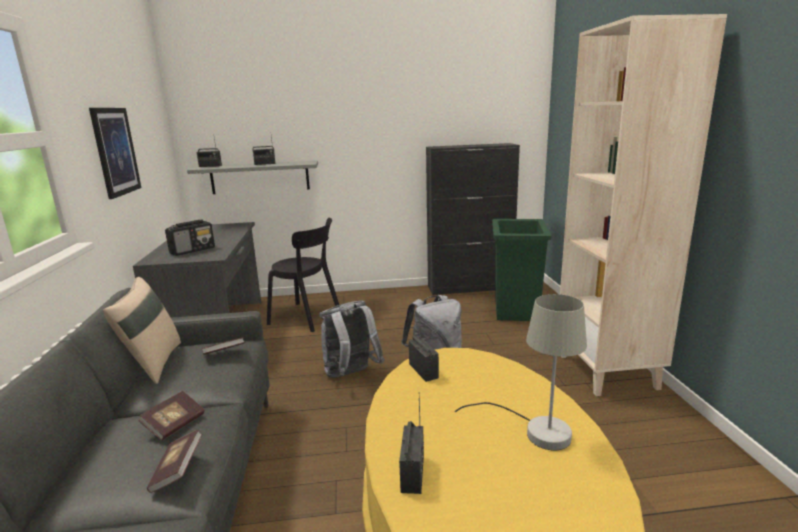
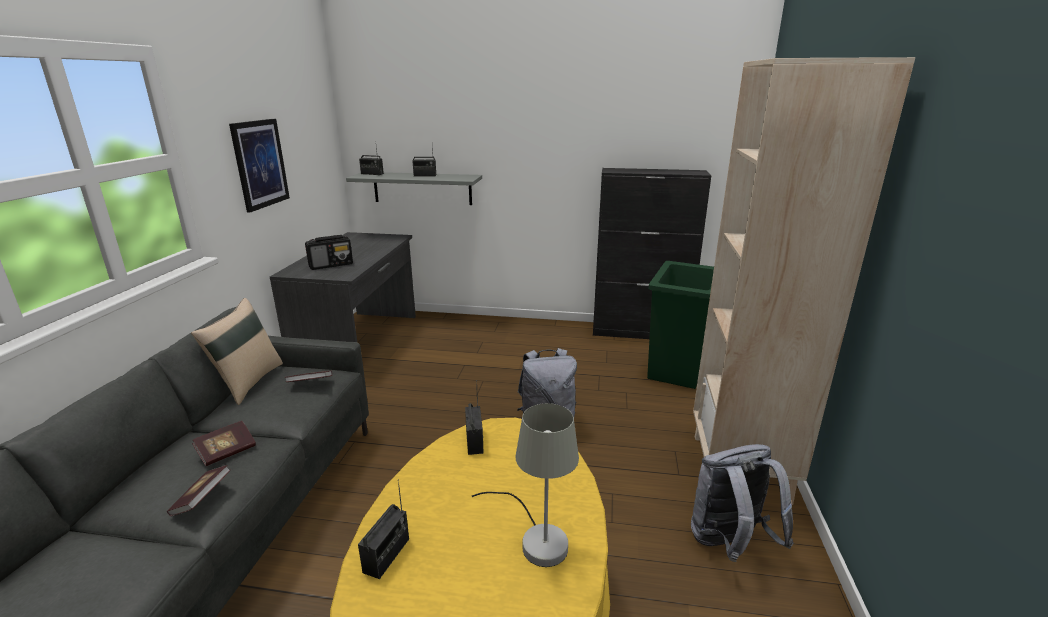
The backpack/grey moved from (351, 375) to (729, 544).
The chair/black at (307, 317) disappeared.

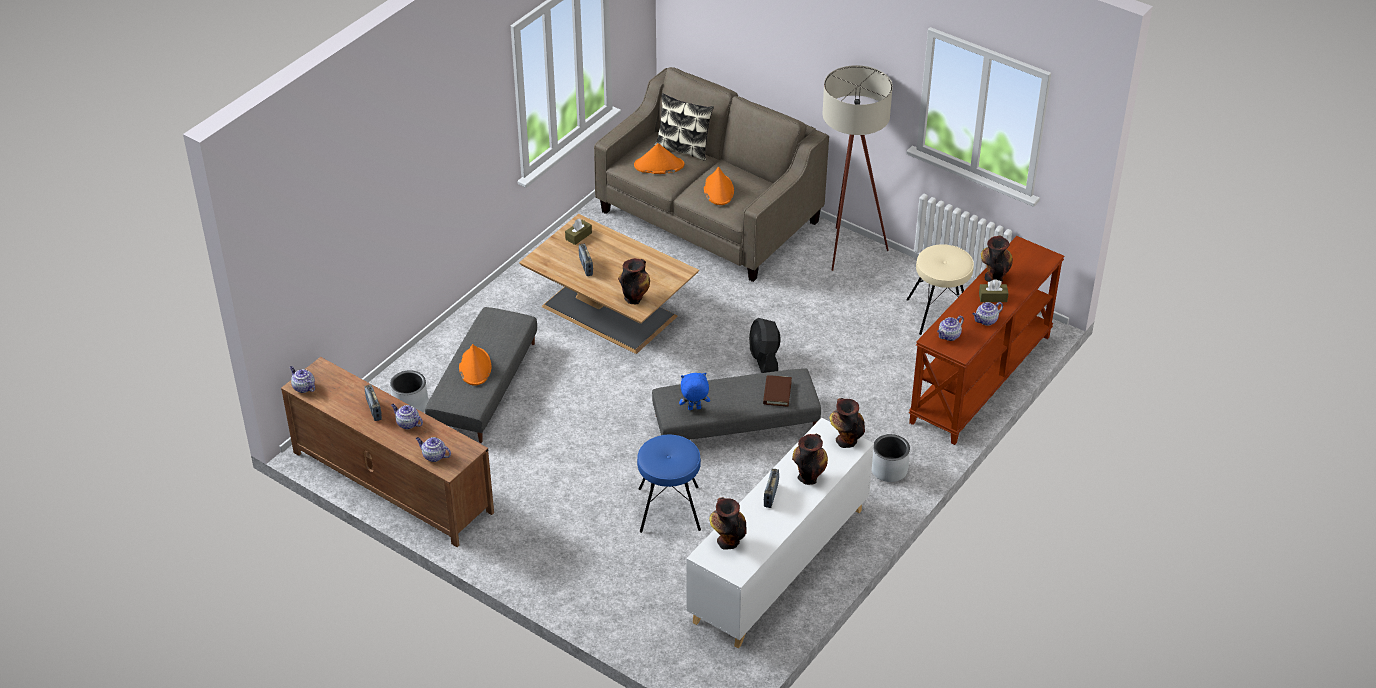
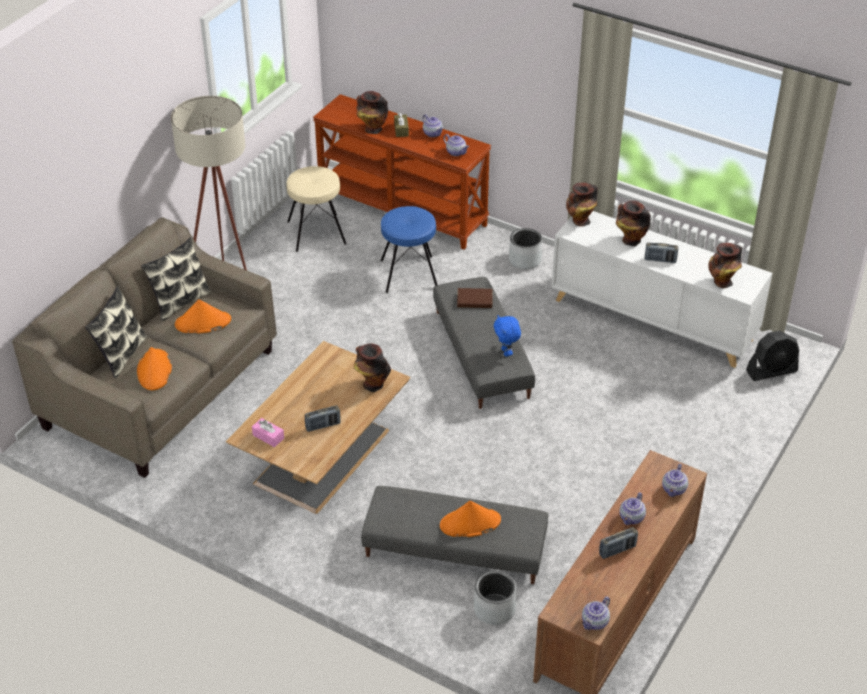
The pillow at (180, 302) appeared.
The tissue box/brown at (578, 236) became the tissue box/pink at (268, 436).
The stool/blue moved from (669, 508) to (408, 274).
The fan/black moved from (764, 359) to (772, 371).

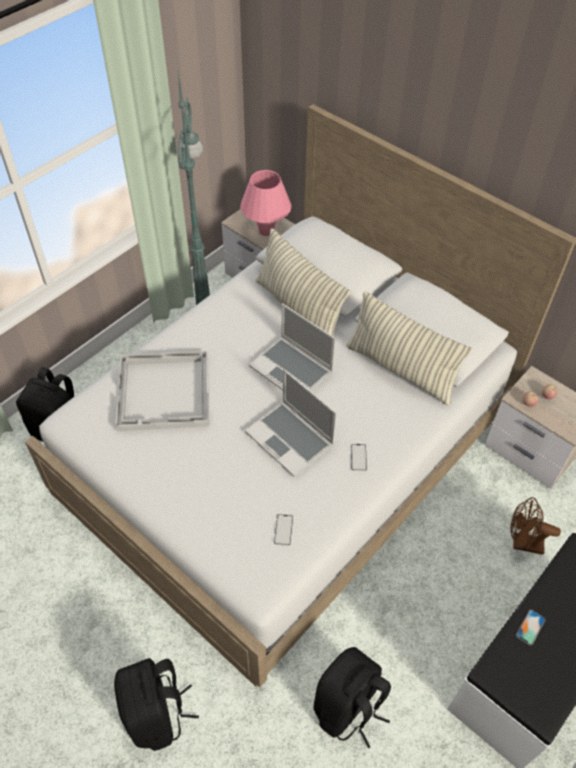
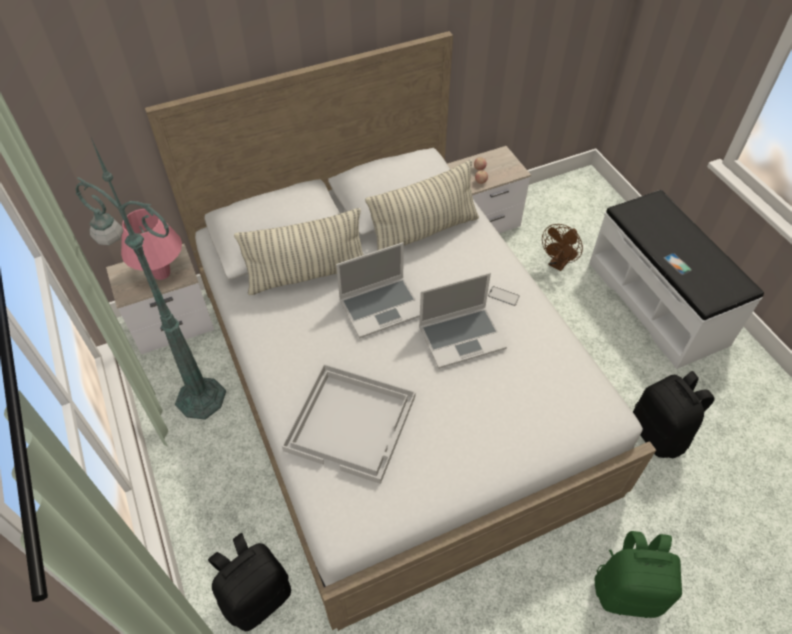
The backpack/black at (157, 714) became the backpack/green at (628, 590).
The phone at (283, 530) disappeared.

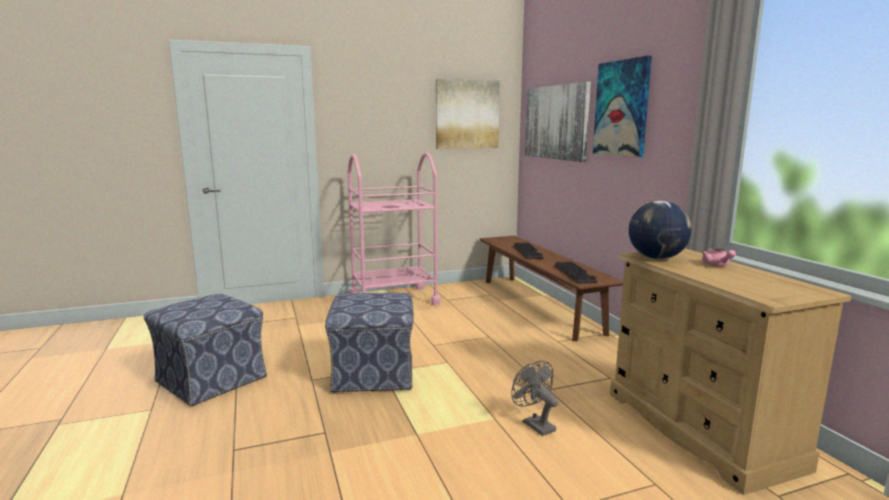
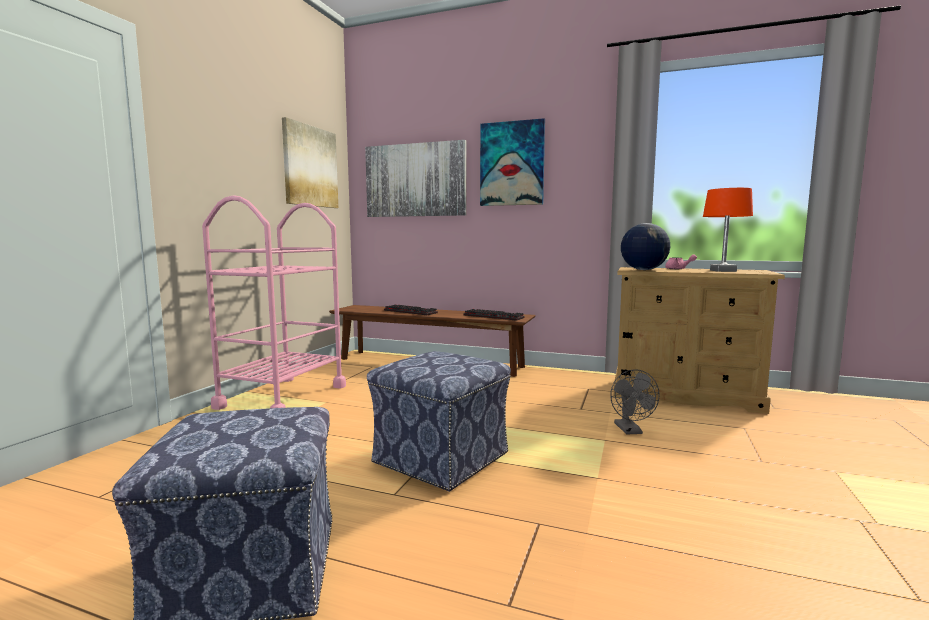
The fan/grey at (534, 424) turned 105 degrees counterclockwise.
The table lamp/orange at (723, 271) appeared.

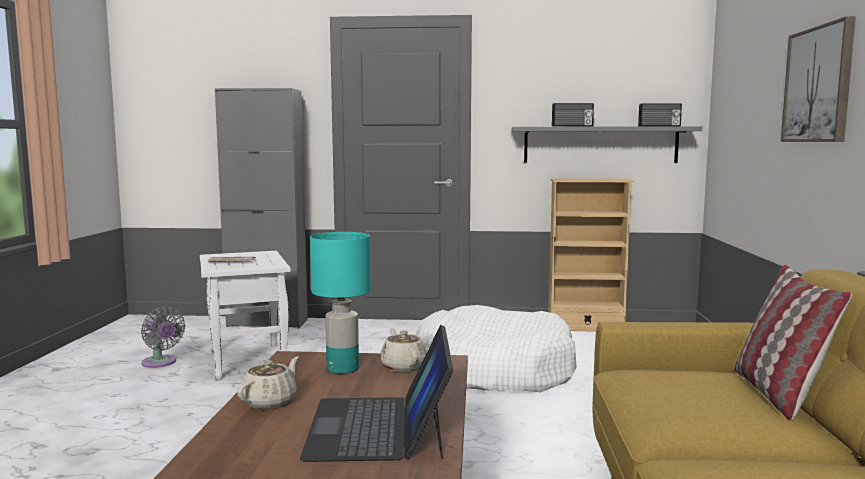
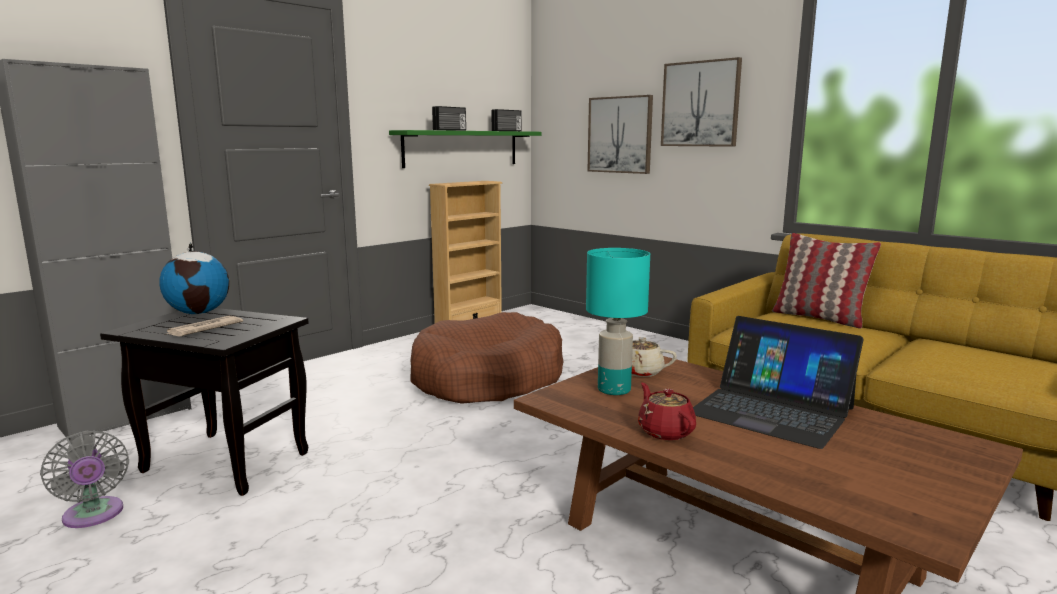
The fan/grey at (161, 363) turned 60 degrees clockwise.
The side table/white at (246, 361) became the side table/black at (222, 463).
The globe at (199, 312) appeared.
The shelf/grey at (600, 144) became the shelf/green at (462, 148).
The dog bed/white at (493, 370) became the dog bed/brown at (487, 379).
The picture at (620, 135) appeared.
The teapot/beige at (270, 401) became the teapot/red at (665, 431).

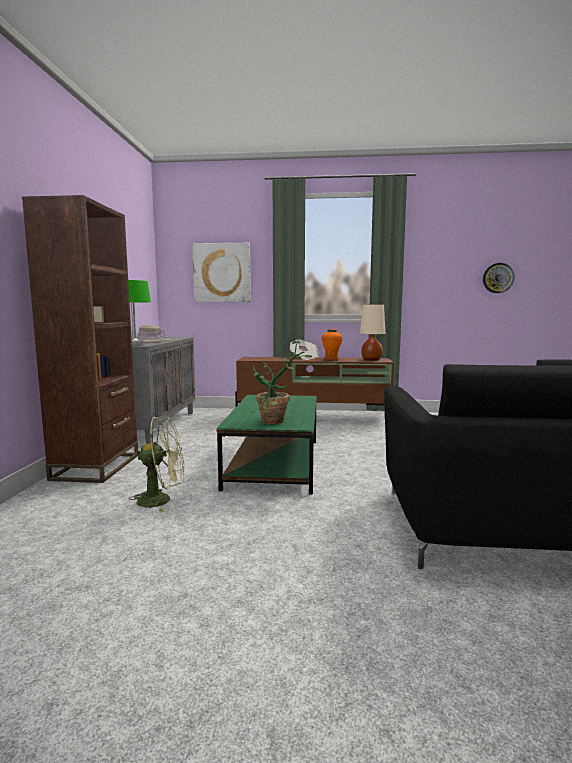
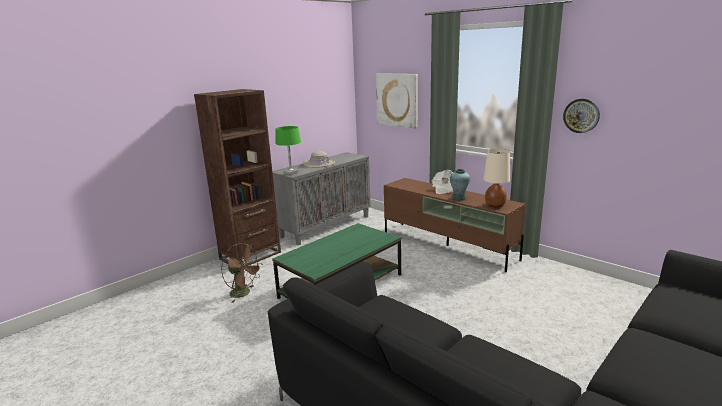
The fan/green at (162, 500) became the fan/brown at (244, 293).
The vase/orange at (331, 360) became the vase/turquoise at (458, 198).
The wall clock moved from (498, 278) to (581, 115).
The potted plant at (277, 422) disappeared.

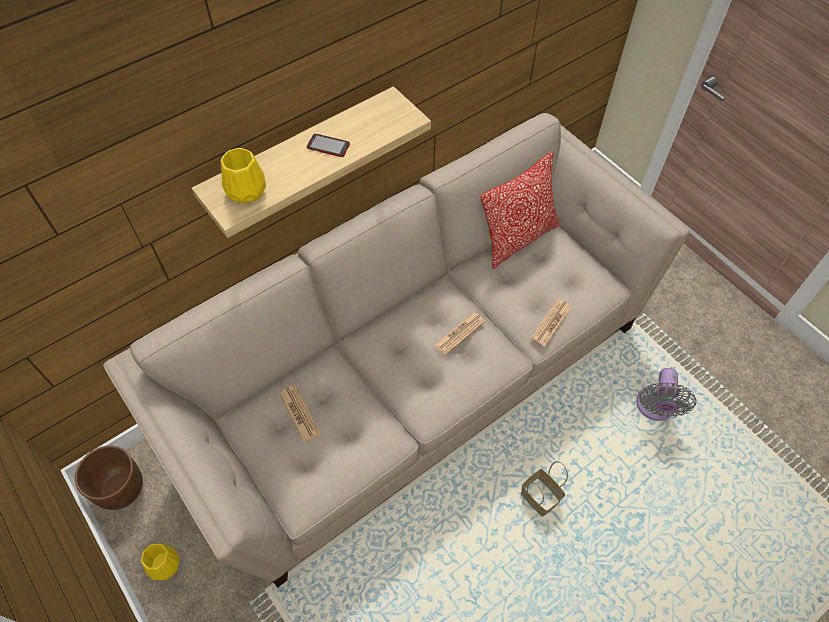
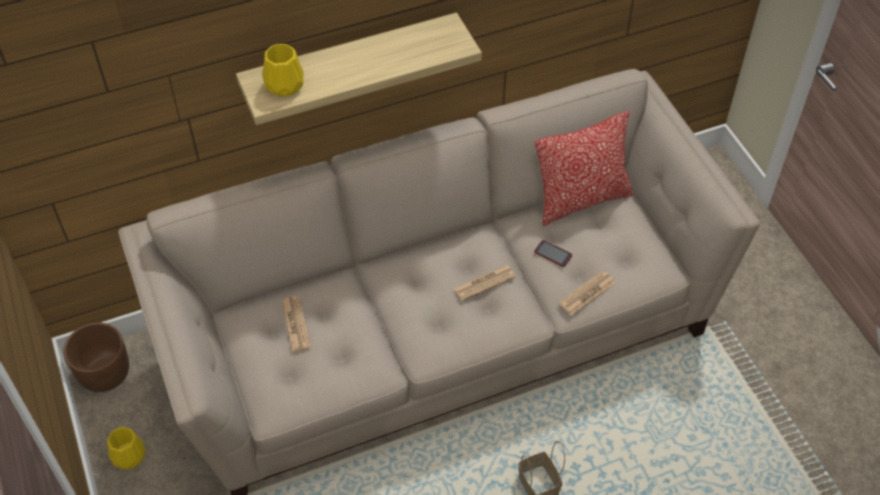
The phone moved from (328, 146) to (553, 254).
The fan/grey at (654, 408) disappeared.

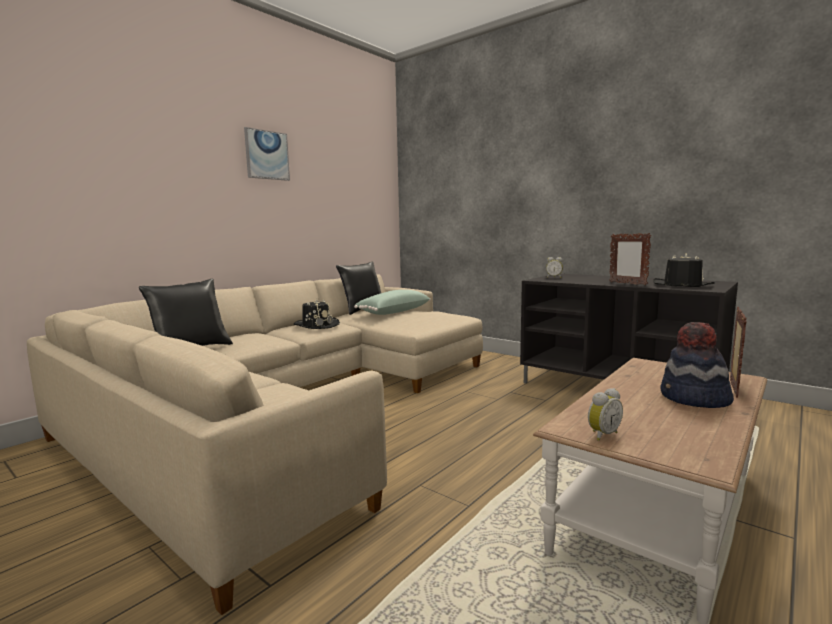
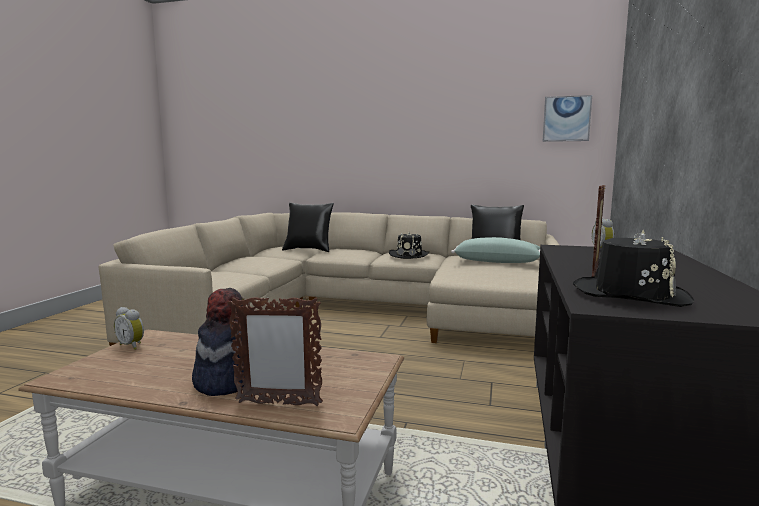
The picture moved from (267, 155) to (566, 119).

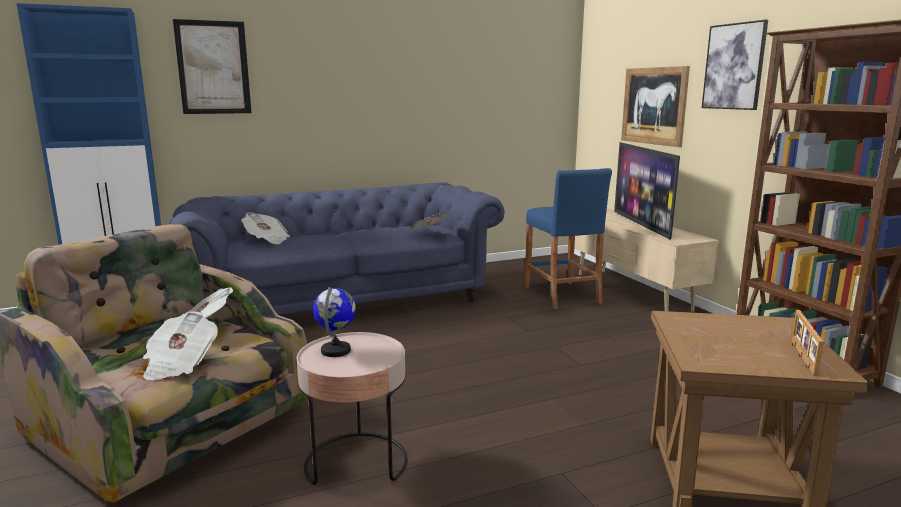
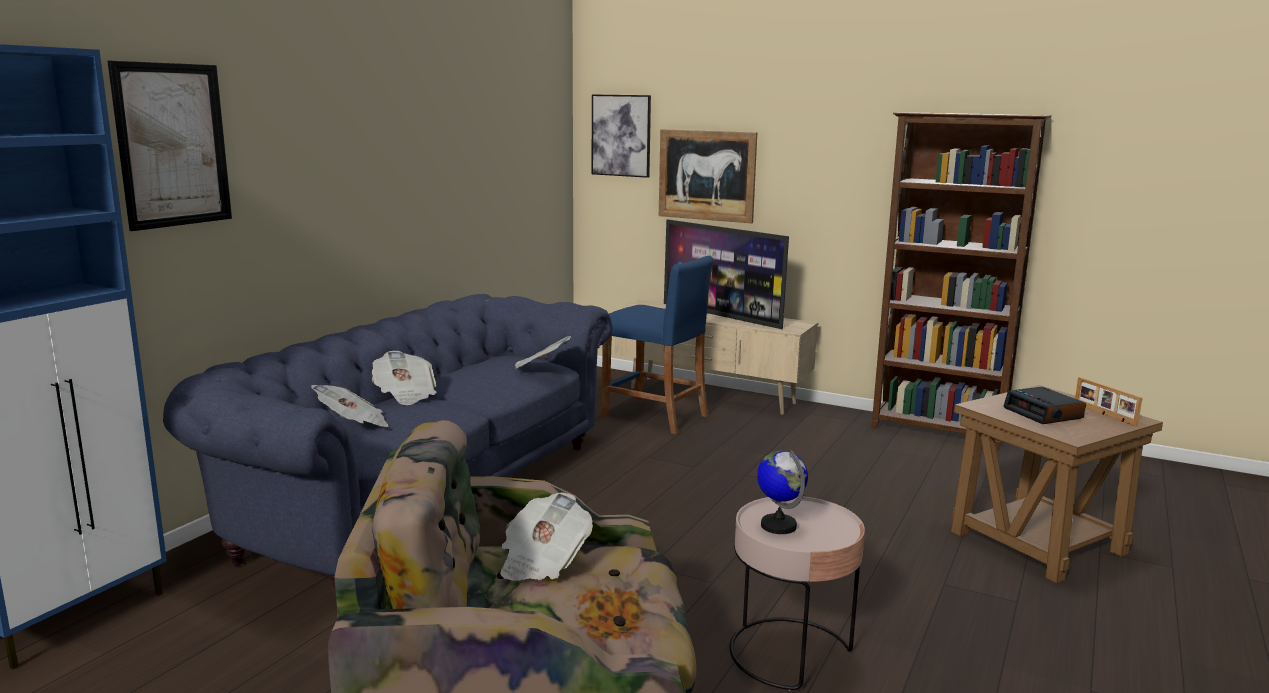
The newspaper moved from (179, 364) to (405, 395).
The picture moved from (734, 66) to (621, 135).
The alarm clock at (1044, 413) appeared.

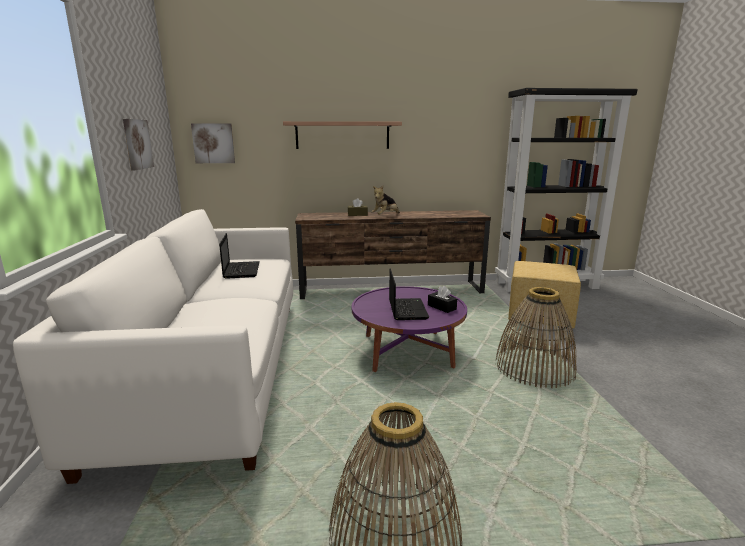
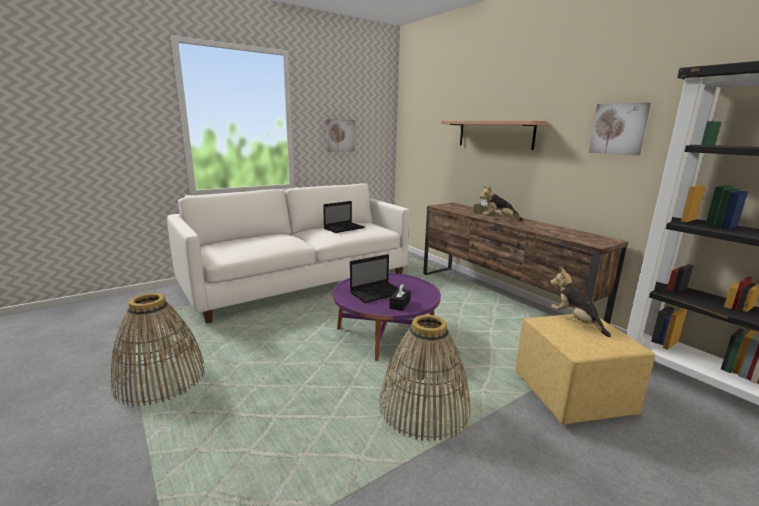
The plush toy at (575, 322) appeared.
The picture moved from (213, 143) to (619, 129).

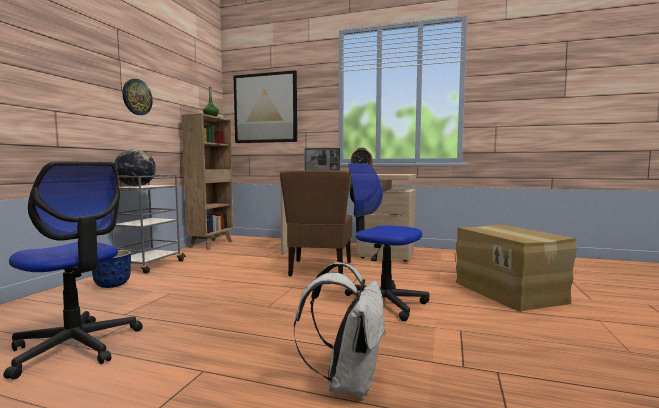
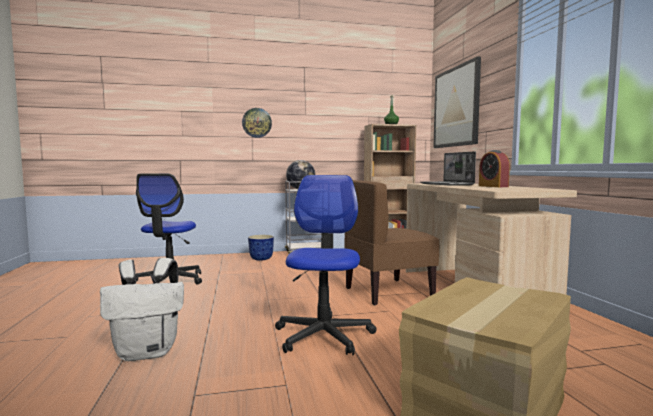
The wall clock moved from (137, 97) to (256, 123).

